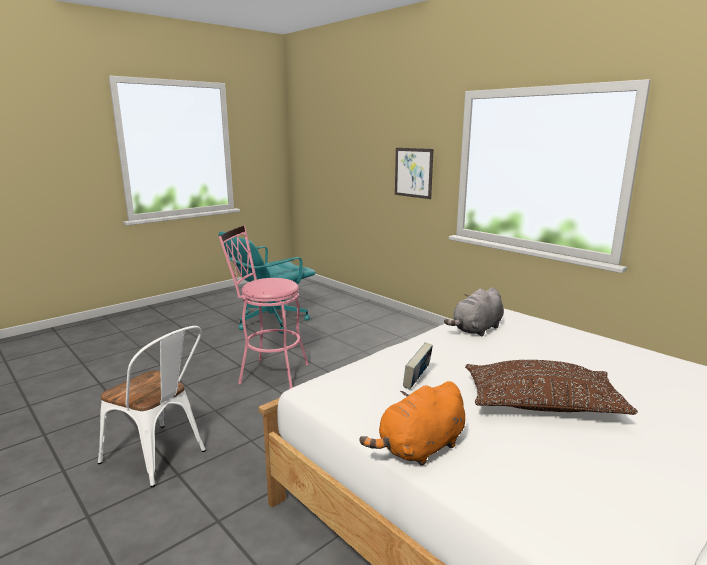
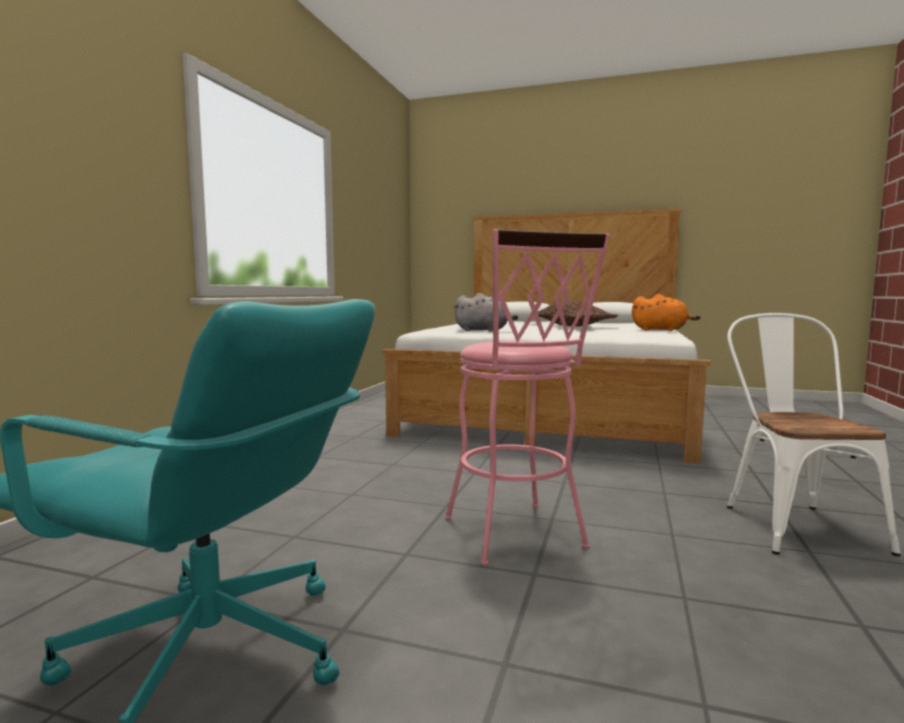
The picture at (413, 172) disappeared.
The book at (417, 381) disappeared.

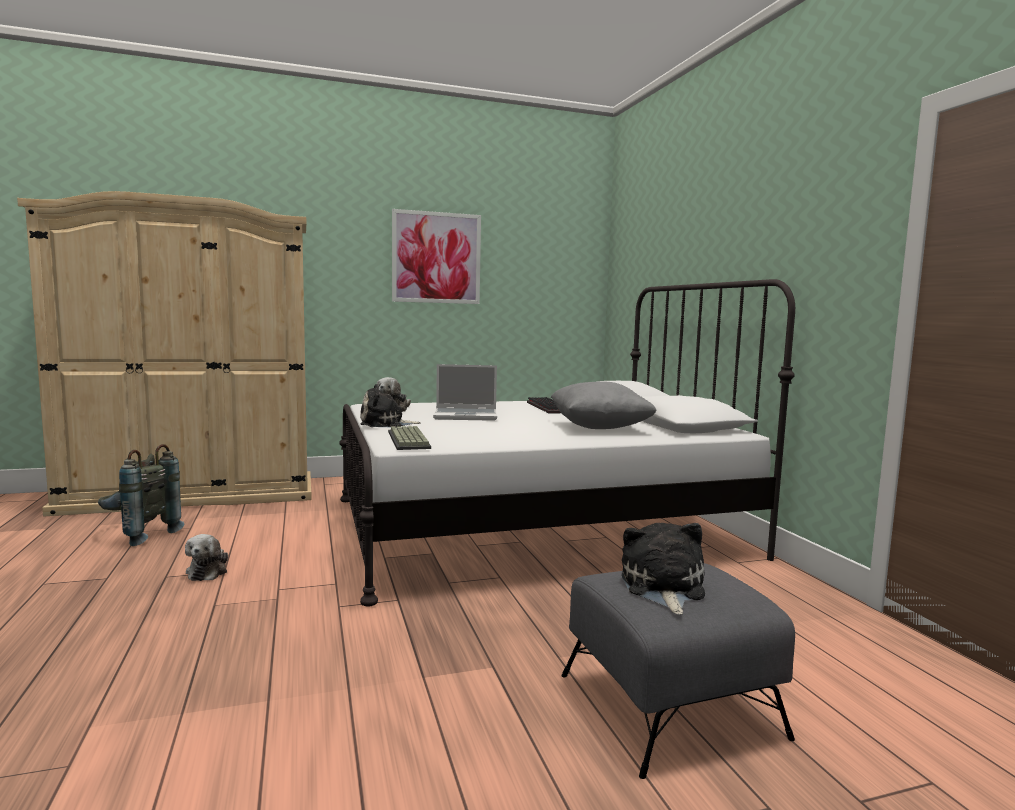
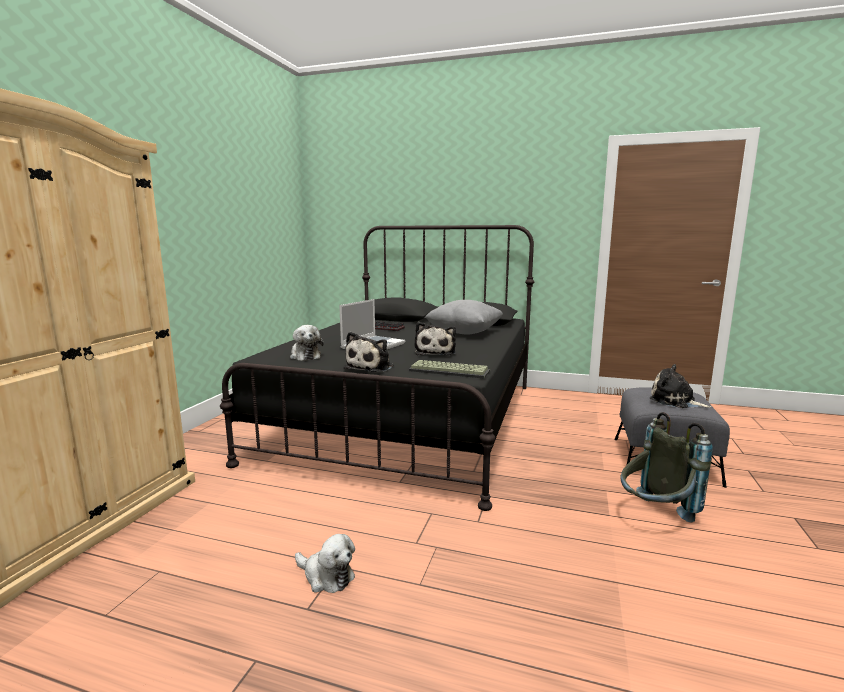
The bed/white at (535, 527) became the bed/black at (408, 419).
The plush toy at (435, 352) appeared.
The backpack/grey moved from (138, 535) to (655, 516).
The picture at (436, 258) disappeared.

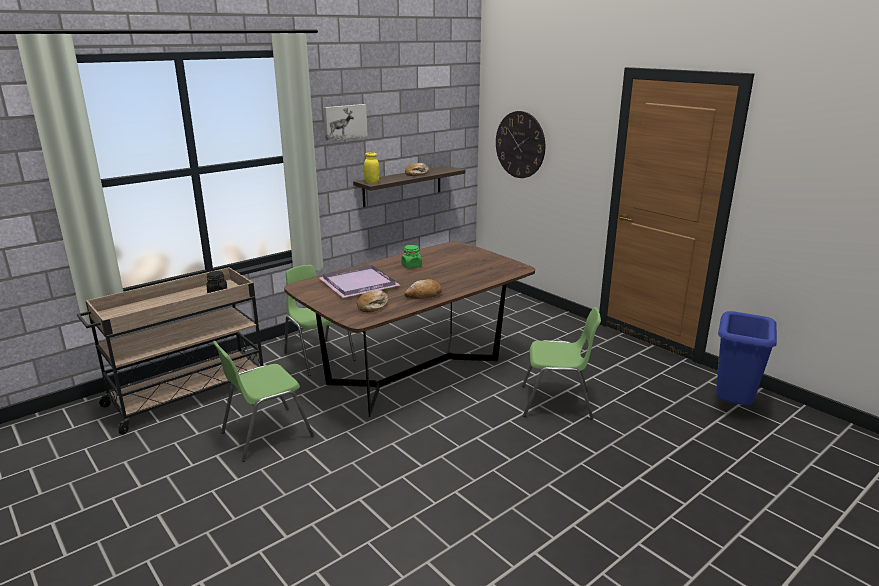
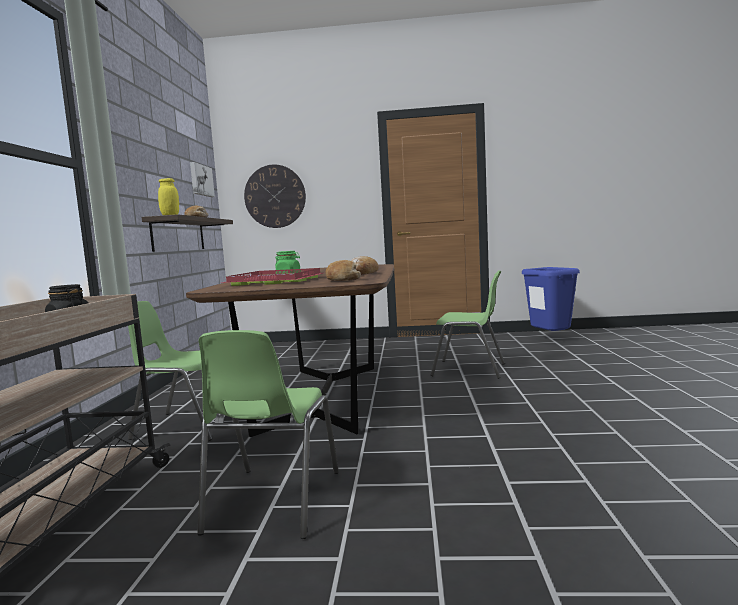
The picture moved from (344, 122) to (200, 180).
The tray/purple at (360, 284) became the tray/red at (278, 281).
The chair/green at (557, 403) turned 60 degrees clockwise.

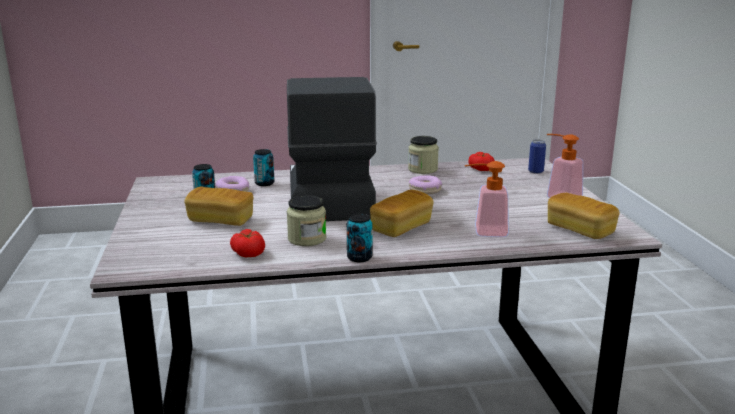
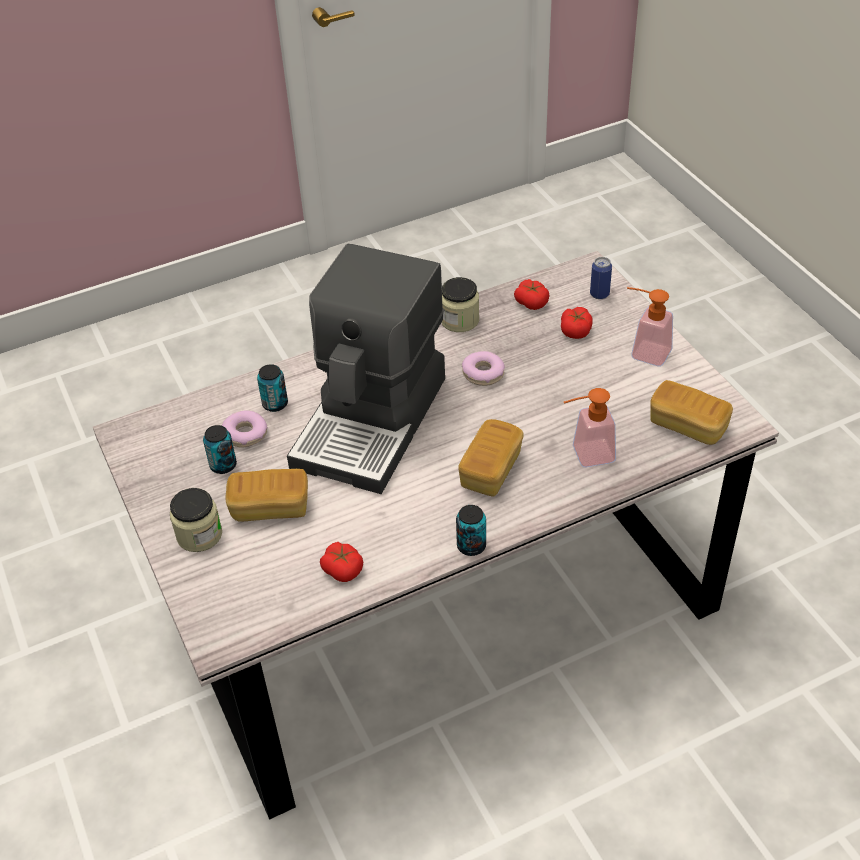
The jar moved from (307, 239) to (199, 535).
The coffee machine at (327, 198) turned 135 degrees counterclockwise.
The tomato at (576, 330) appeared.

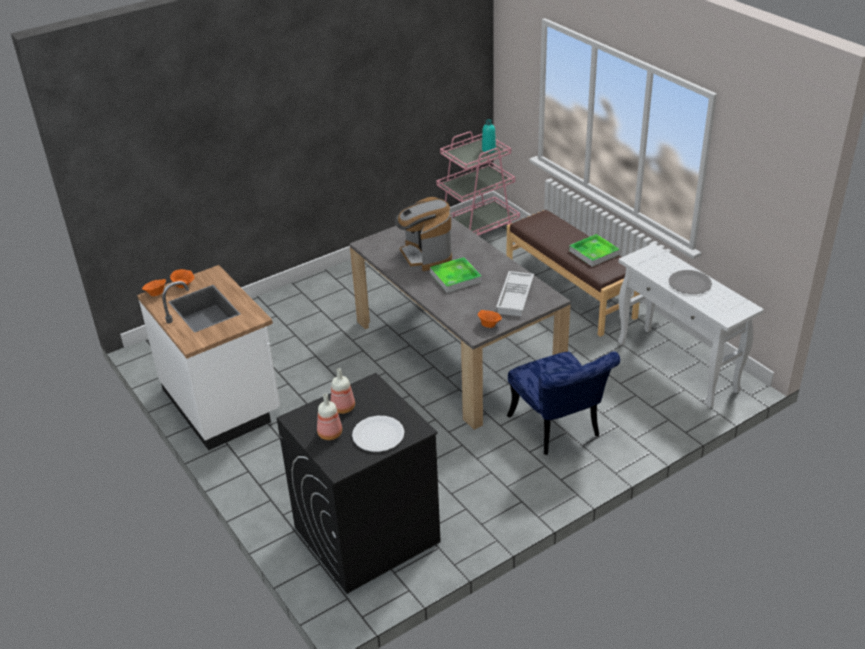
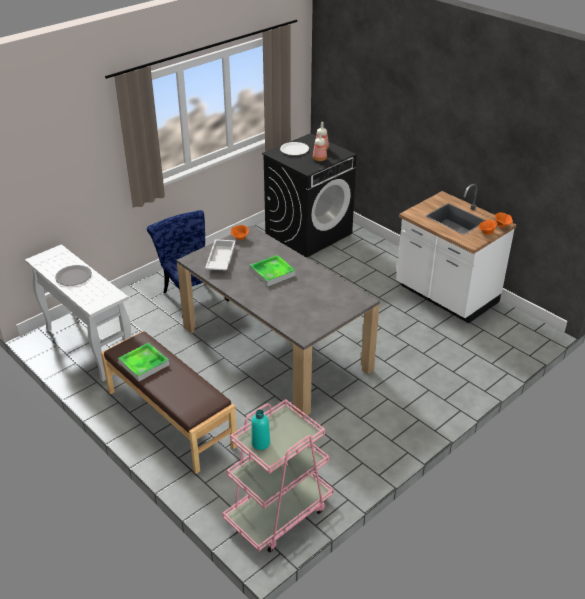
The coffee machine at (425, 256) disappeared.

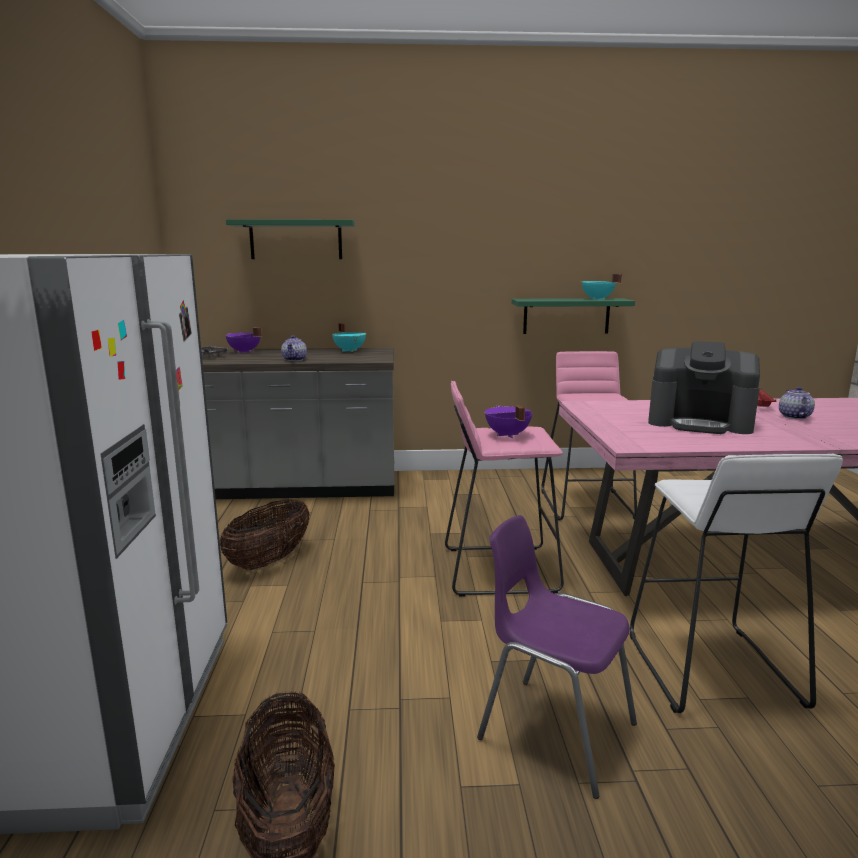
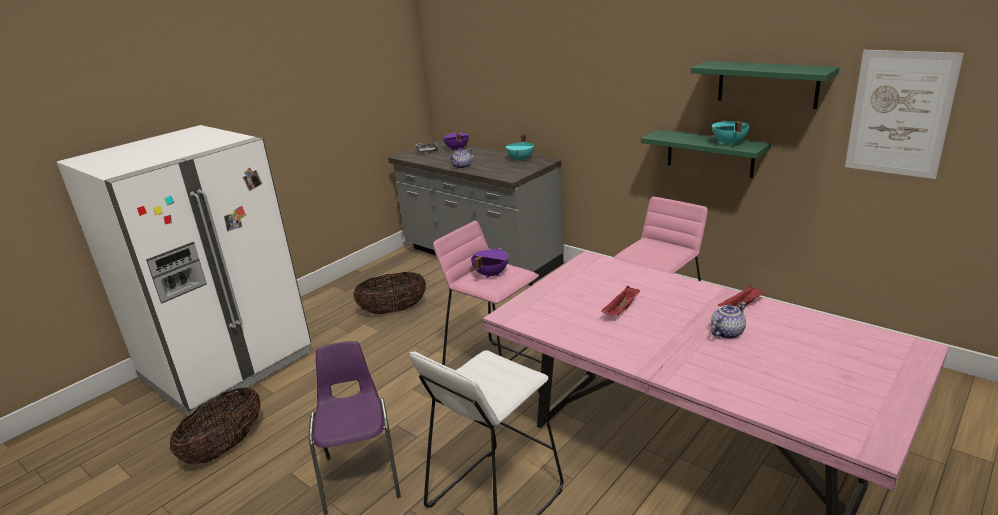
The coffee machine at (700, 422) was replaced by the tray/red at (621, 310).
The shelf/green moved from (296, 240) to (767, 84).
The picture at (900, 114) appeared.

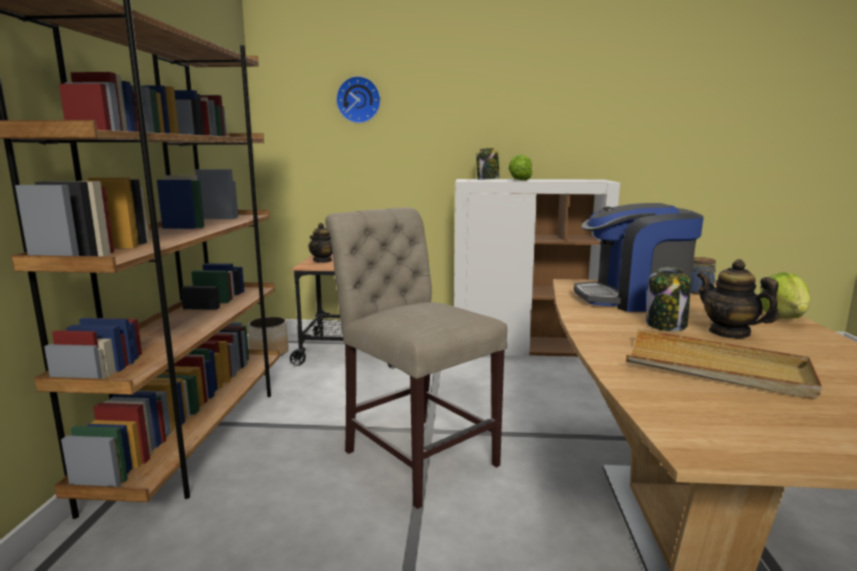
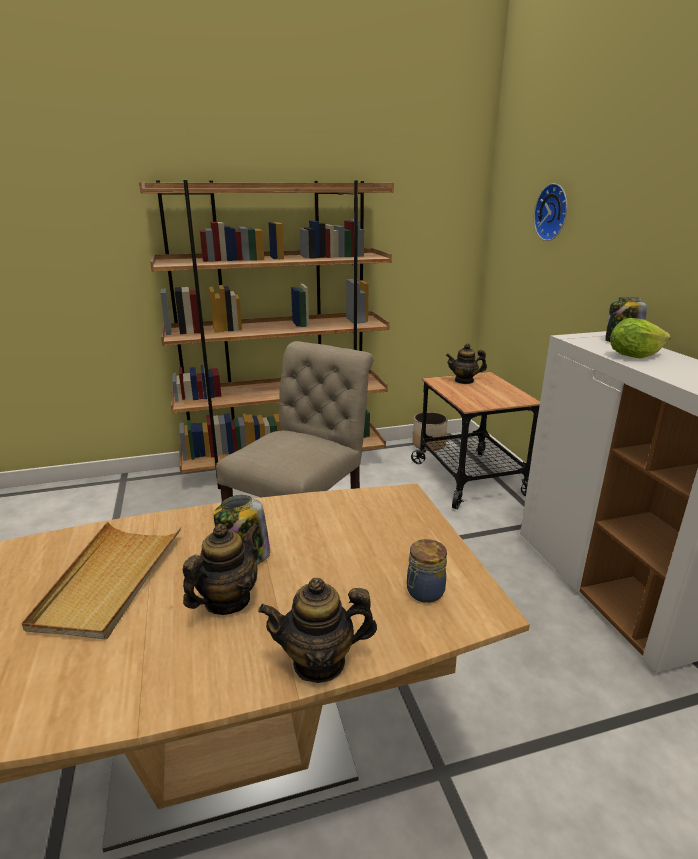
The lettuce at (783, 317) was replaced by the teapot at (319, 662).
The coffee machine at (633, 299) disappeared.

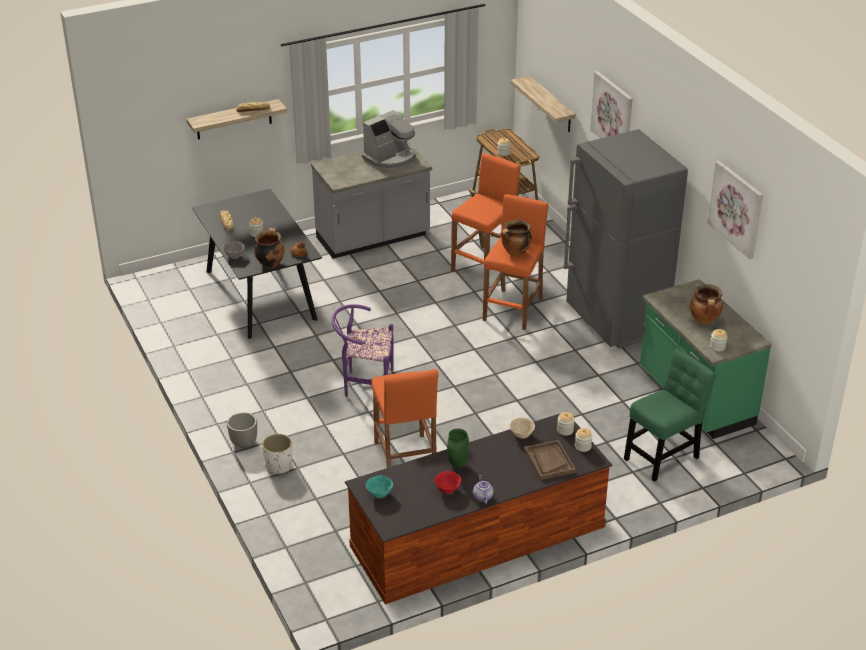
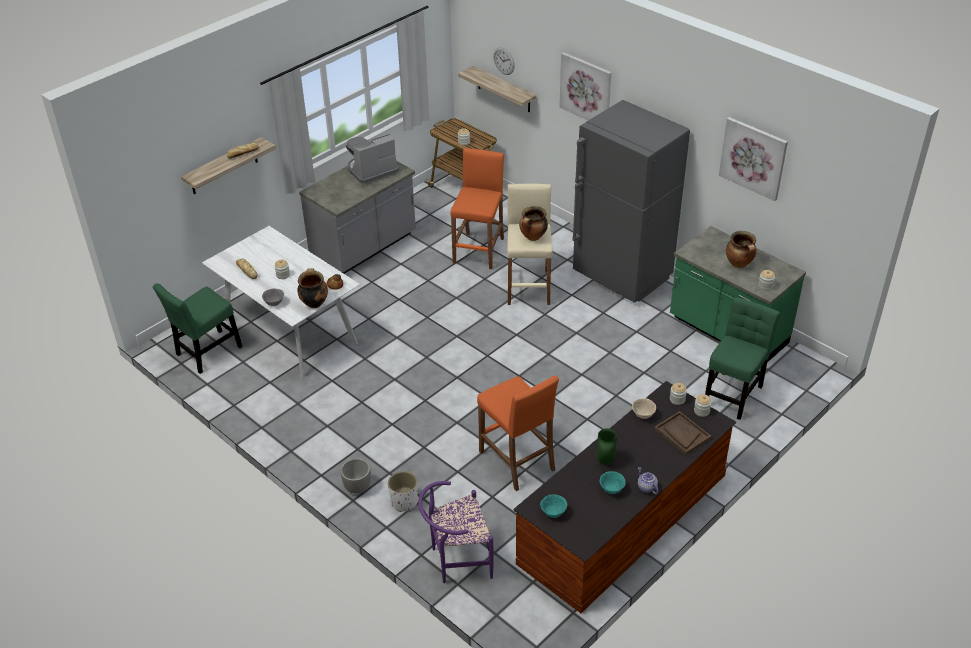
The chair/green at (206, 353) appeared.
The dining table/black at (261, 295) became the dining table/white at (290, 331).
The coffee machine at (390, 158) turned 150 degrees counterclockwise.
The chair/purple moved from (364, 385) to (456, 561).
The wall clock at (504, 61) appeared.
The stool/orange at (513, 309) became the stool/beige at (528, 287).
The bowl/red at (448, 489) became the bowl/turquoise at (611, 489).

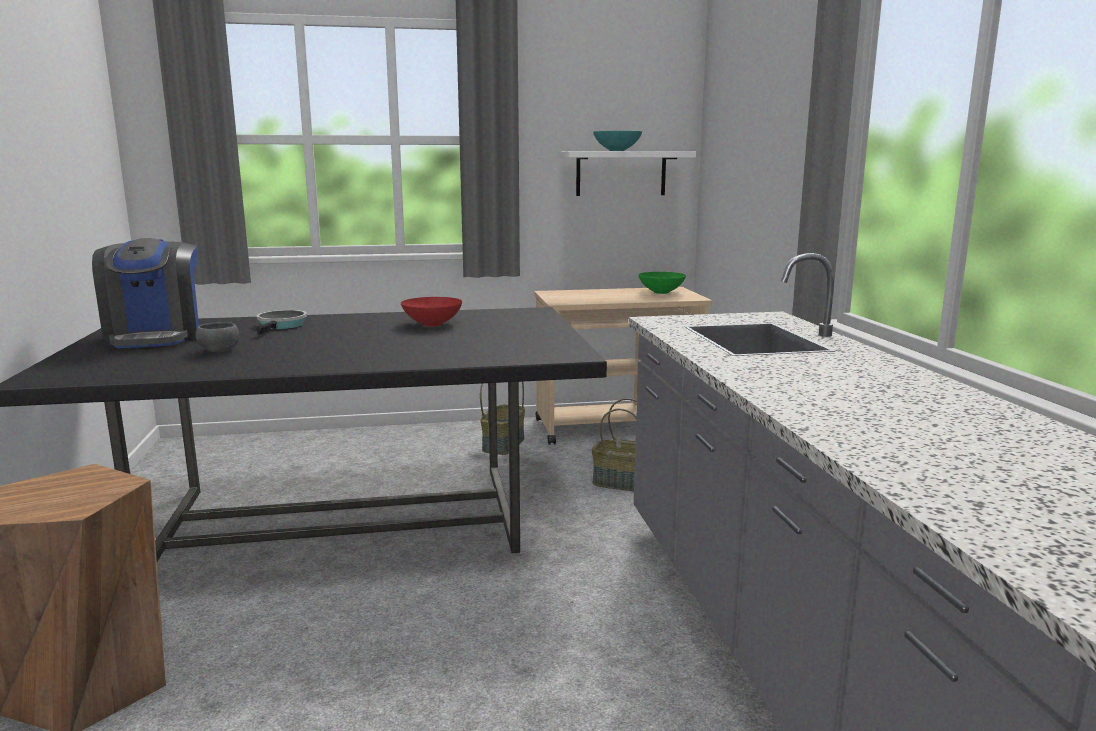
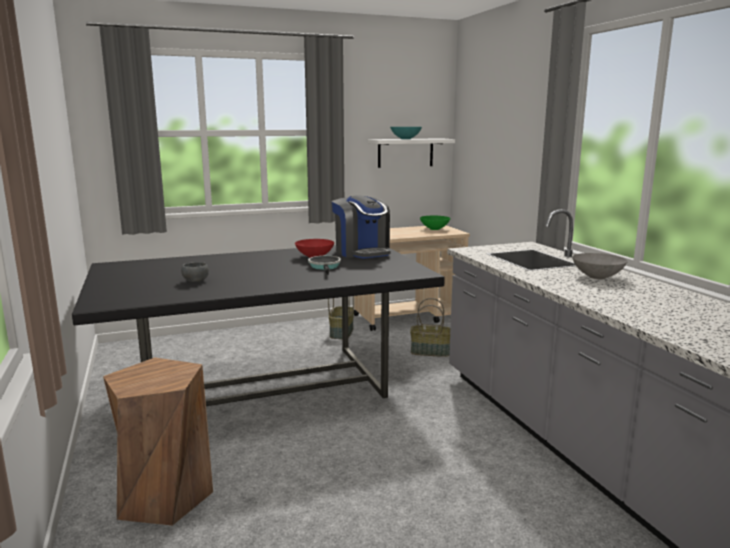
The frying pan moved from (281, 326) to (325, 267).
The coffee machine moved from (155, 337) to (362, 252).
The bowl/grey at (596, 277) appeared.

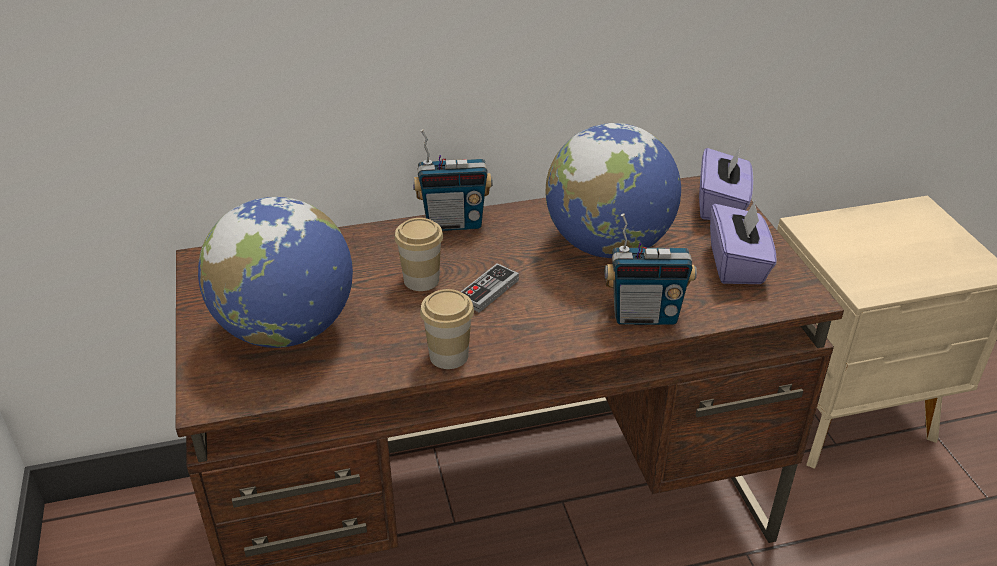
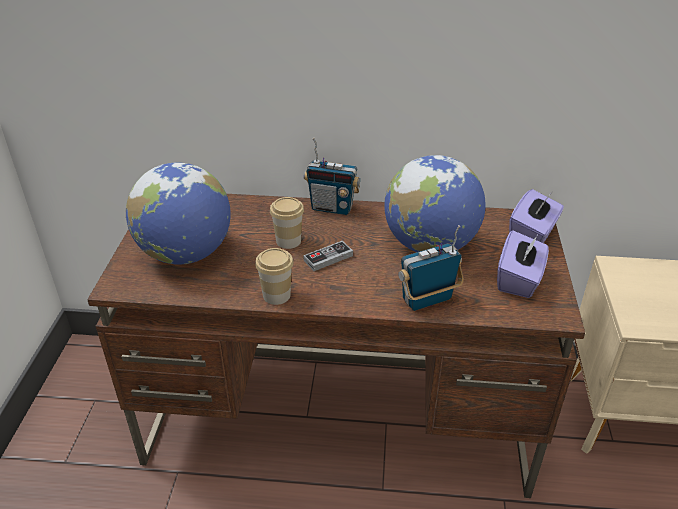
The radio at (644, 315) turned 135 degrees clockwise.

